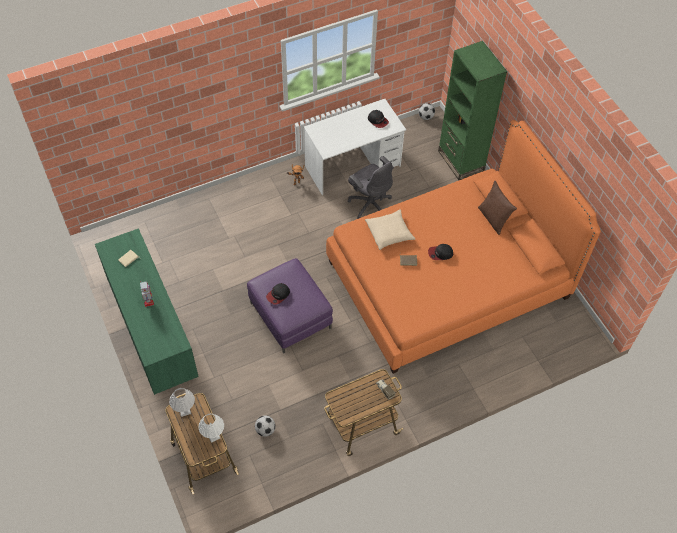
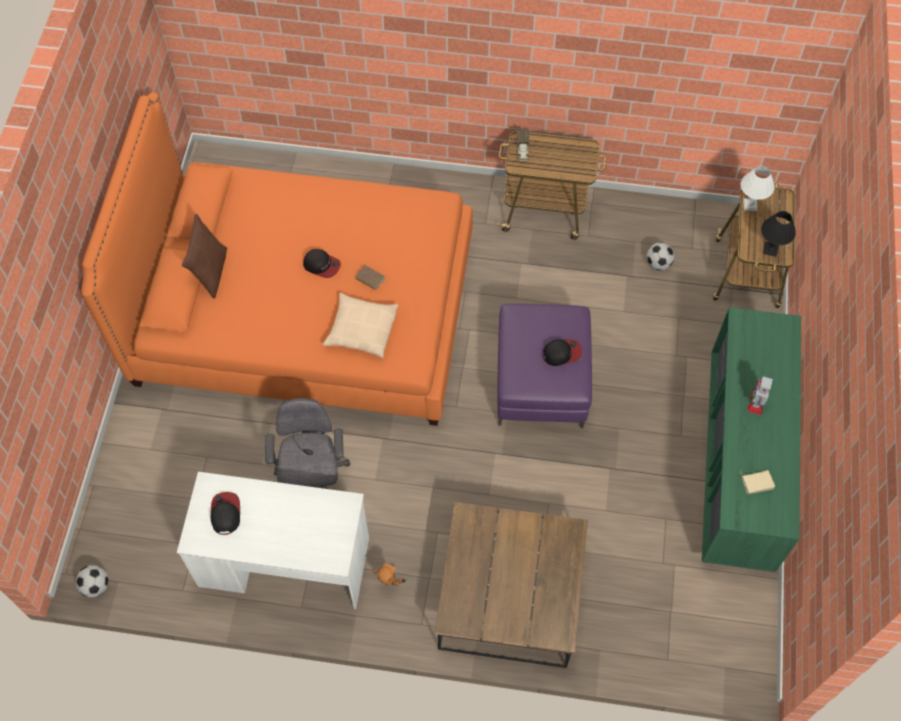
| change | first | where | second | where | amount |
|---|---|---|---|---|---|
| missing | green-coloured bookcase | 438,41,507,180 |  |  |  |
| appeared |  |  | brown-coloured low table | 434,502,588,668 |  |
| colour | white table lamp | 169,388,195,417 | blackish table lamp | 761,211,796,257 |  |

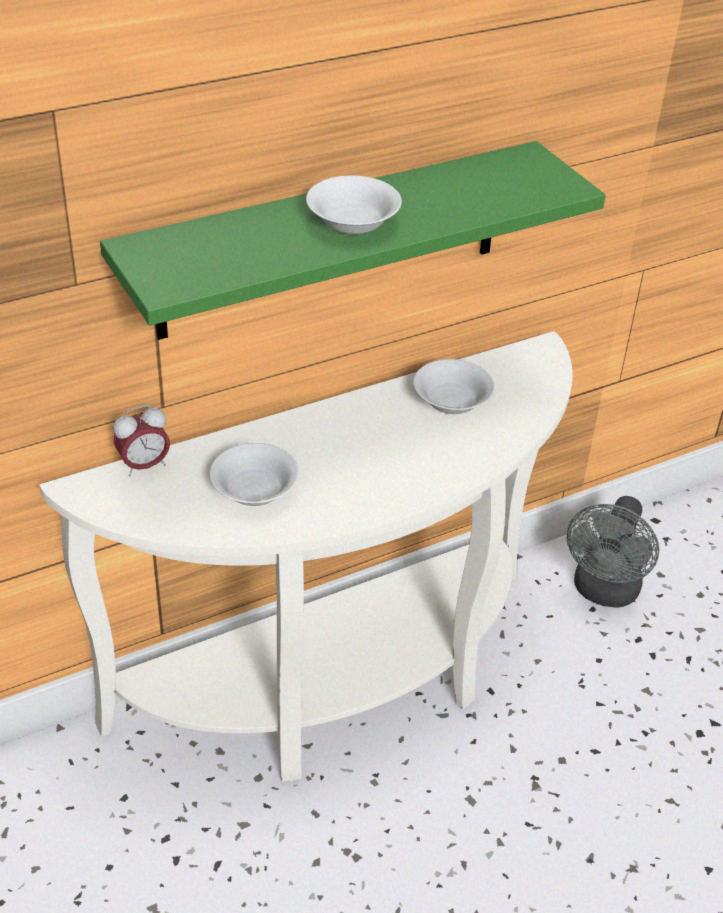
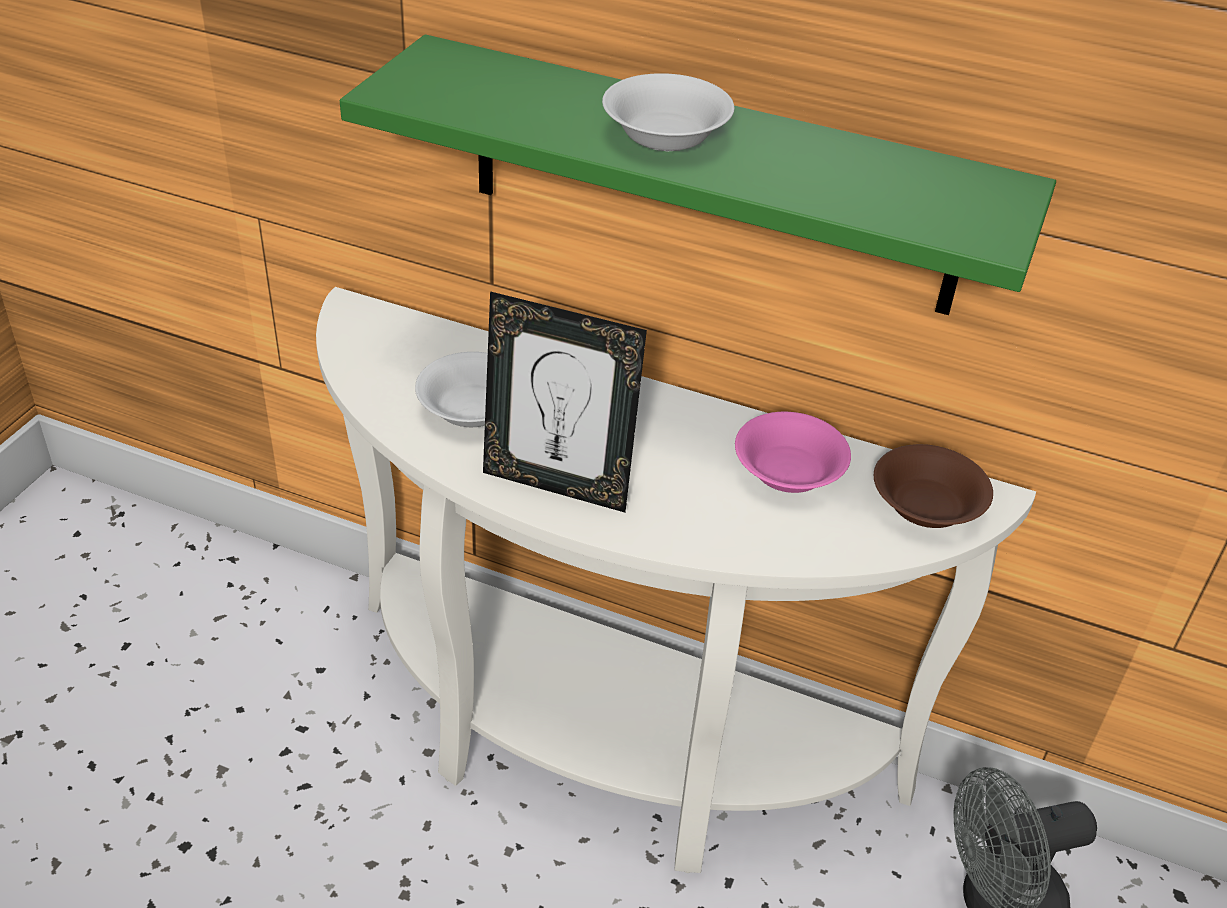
| change | first | where | second | where | amount |
|---|---|---|---|---|---|
| missing | table clock | 113,405,170,477 |  |  |  |
| appeared |  |  | photo frame | 483,291,647,512 |  |
| appeared |  |  | brown-coloured deep dish | 874,444,993,528 |  |
| colour | white deep dish | 413,359,495,414 | pink-coloured deep dish | 735,412,851,493 |  |

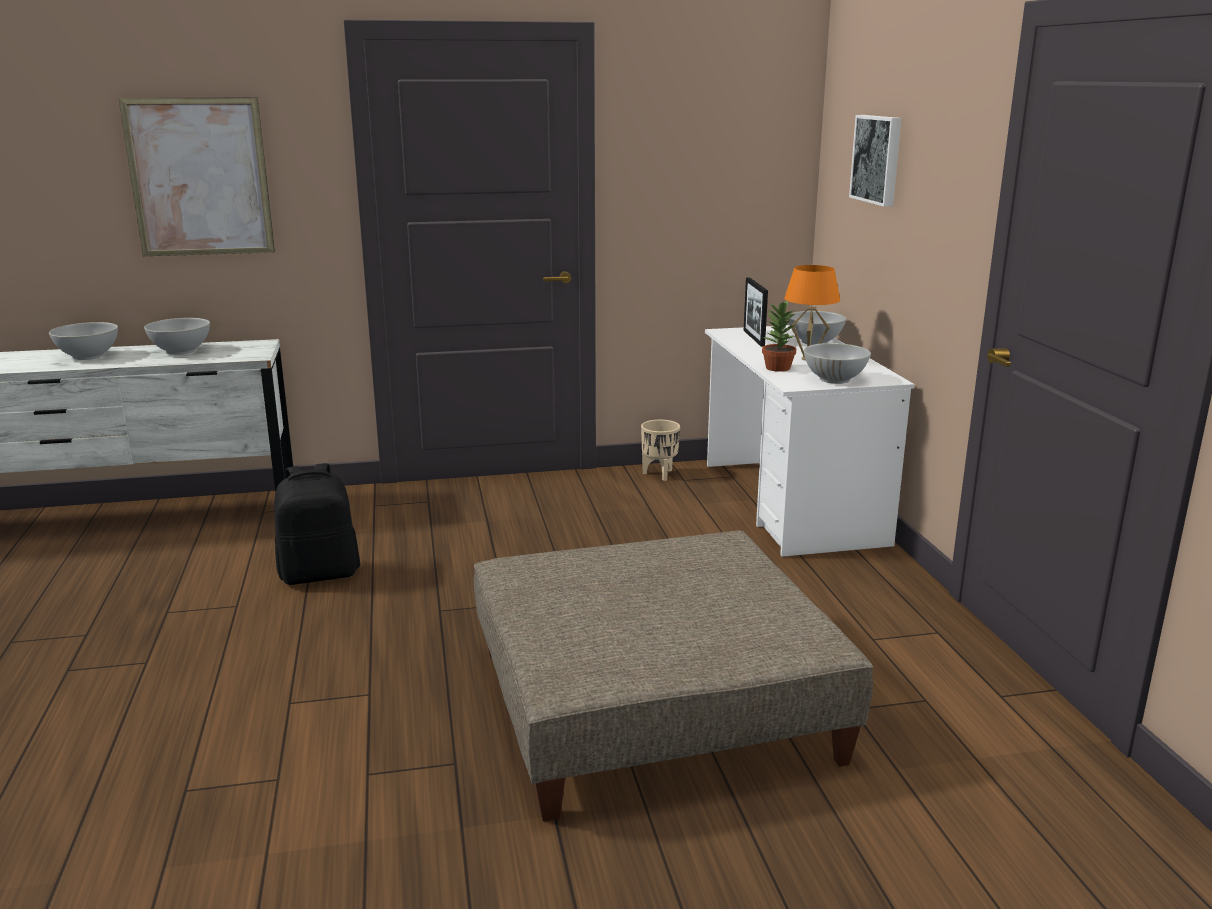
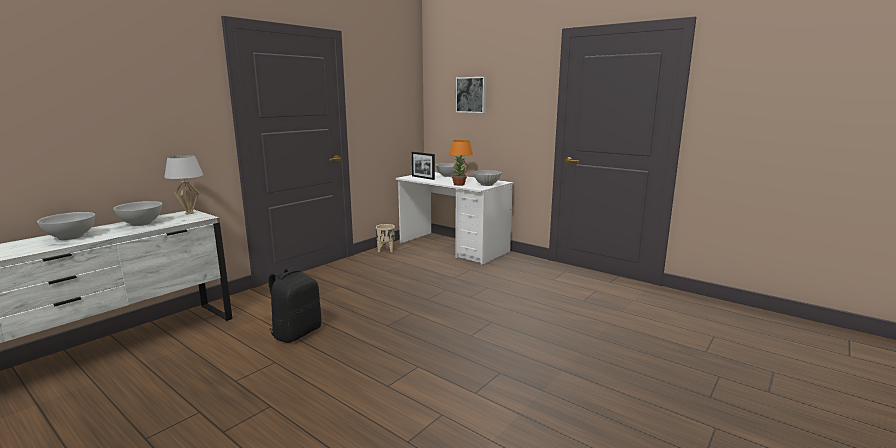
| change | first | where | second | where | amount |
|---|---|---|---|---|---|
| missing | picture | 118,97,275,256 |  |  |  |
| missing | beige-coloured ottoman | 474,530,873,822 |  |  |  |
| appeared |  |  | white table lamp | 164,155,203,214 |  |

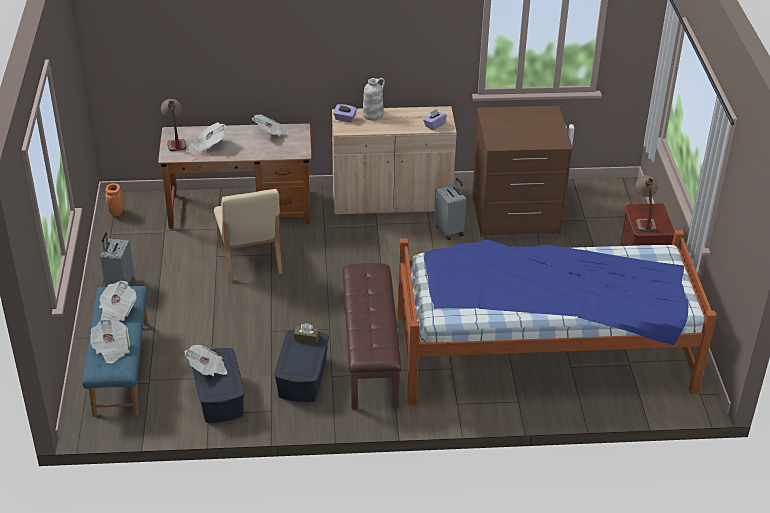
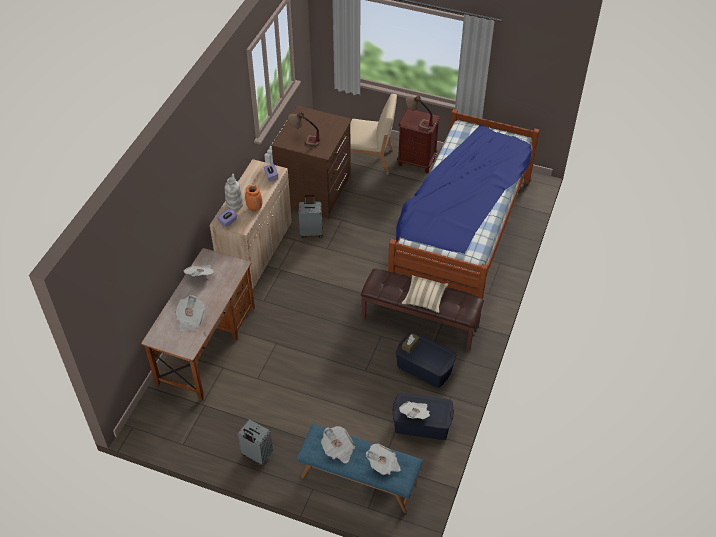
| change | first | where | second | where | amount |
|---|---|---|---|---|---|
| appeared |  |  | beige-coloured pillow | 401,275,448,313 |  |
| relocated | orange-coloured decorative vase | 105,183,124,216 |  | 245,185,262,212 |  |
| relocated | table lamp | 161,99,187,151 |  | 288,112,321,146 |  |
| relocated | beige-coloured upright chair | 214,189,282,283 |  | 350,94,397,174 |  |

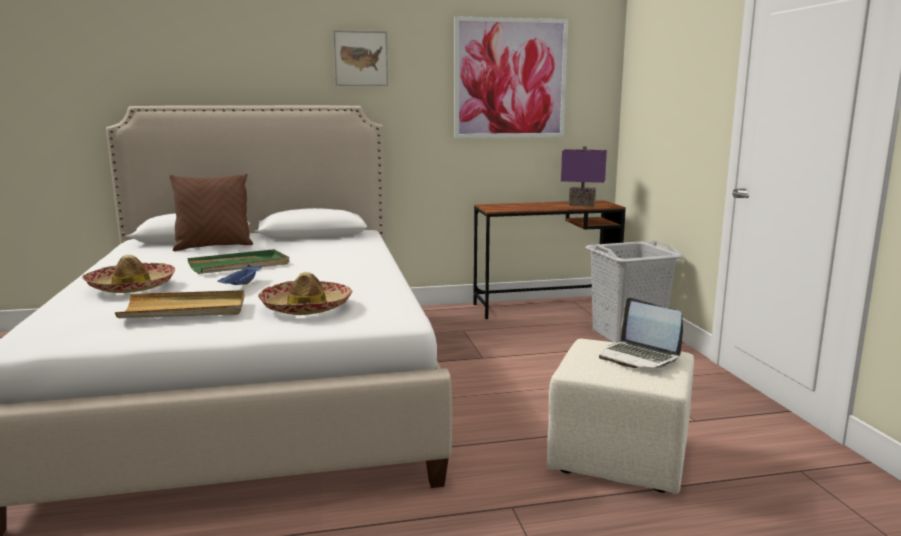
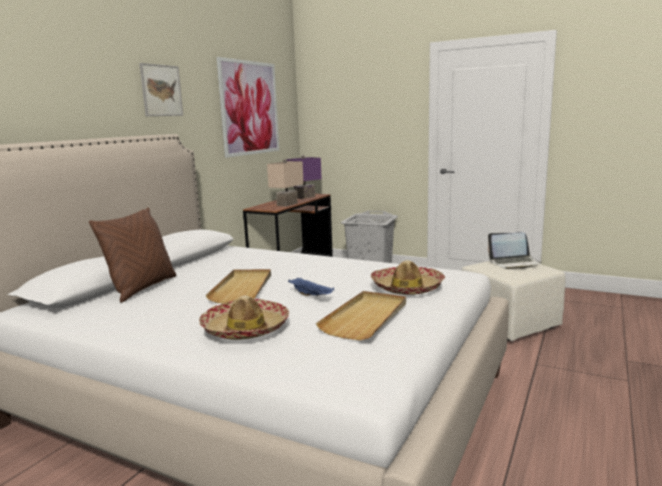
| change | first | where | second | where | amount |
|---|---|---|---|---|---|
| appeared |  |  | beige-coloured table lamp | 267,159,304,207 |  |
| colour | green-coloured tray | 187,249,289,274 | beige-coloured tray | 205,269,271,303 |  |

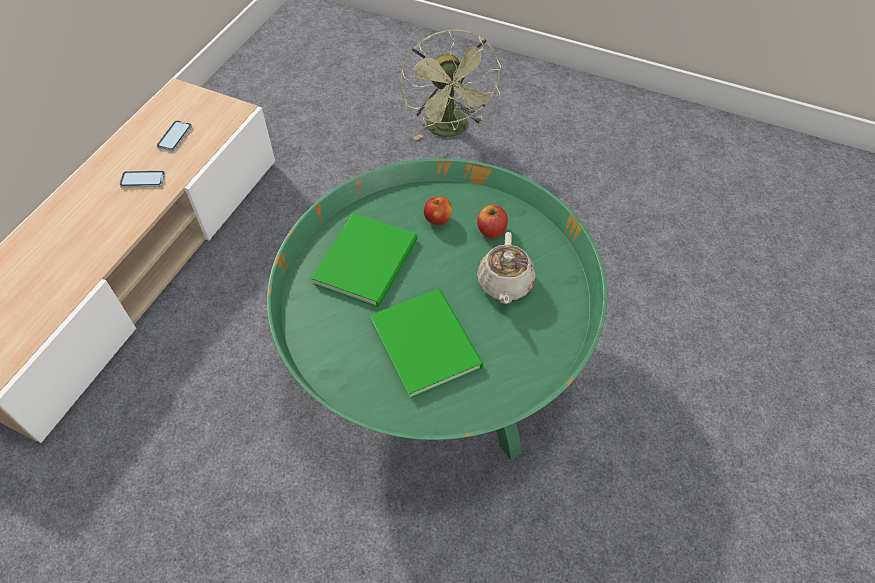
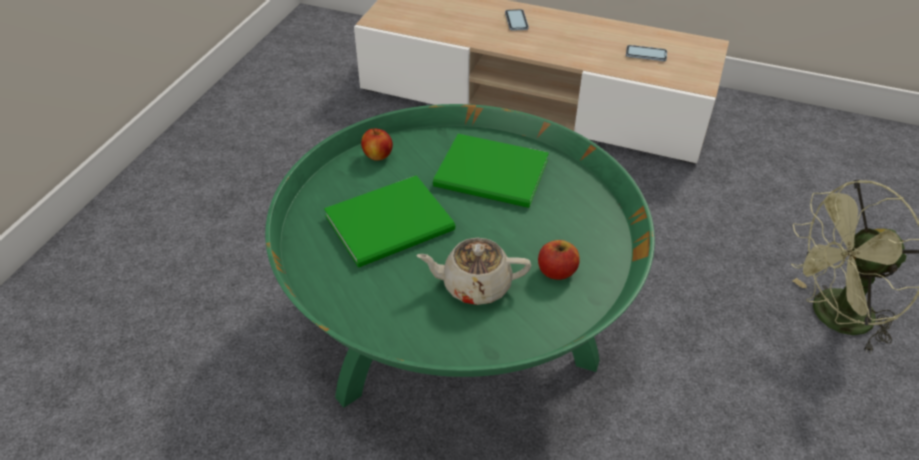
| change | first | where | second | where | amount |
|---|---|---|---|---|---|
| relocated | handset | 119,171,165,188 |  | 505,9,529,31 |  |
| relocated | apple | 424,196,452,225 |  | 361,129,393,161 |  |

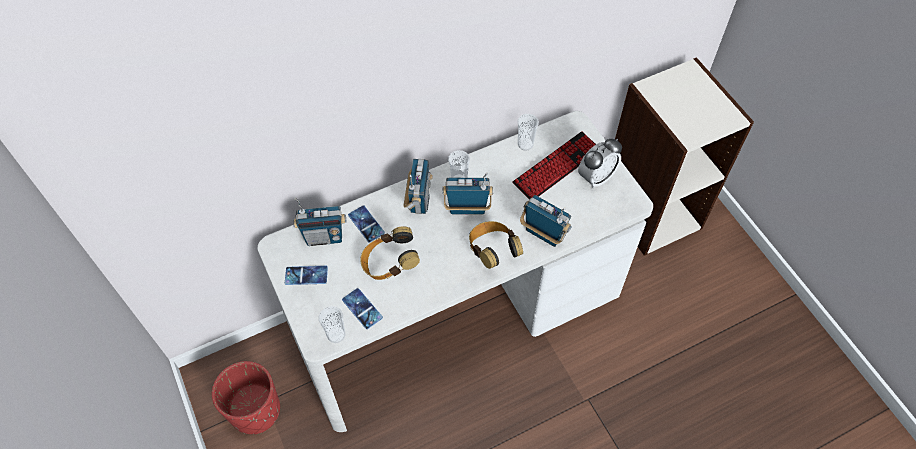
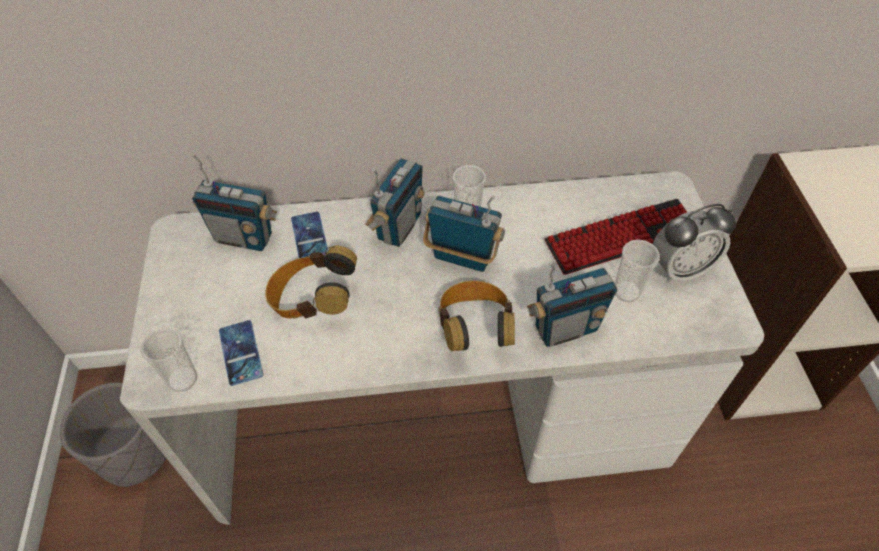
| change | first | where | second | where | amount |
|---|---|---|---|---|---|
| missing | handset | 285,266,328,285 |  |  |  |
| relocated | small cup | 518,114,539,151 |  | 615,239,660,302 |  |
| colour | red plant pot | 212,361,280,434 | greyish plant pot | 60,383,166,487 |  |
| spun | radio | 520,195,572,247 |  | 527,261,617,347 | 105 degrees clockwise |

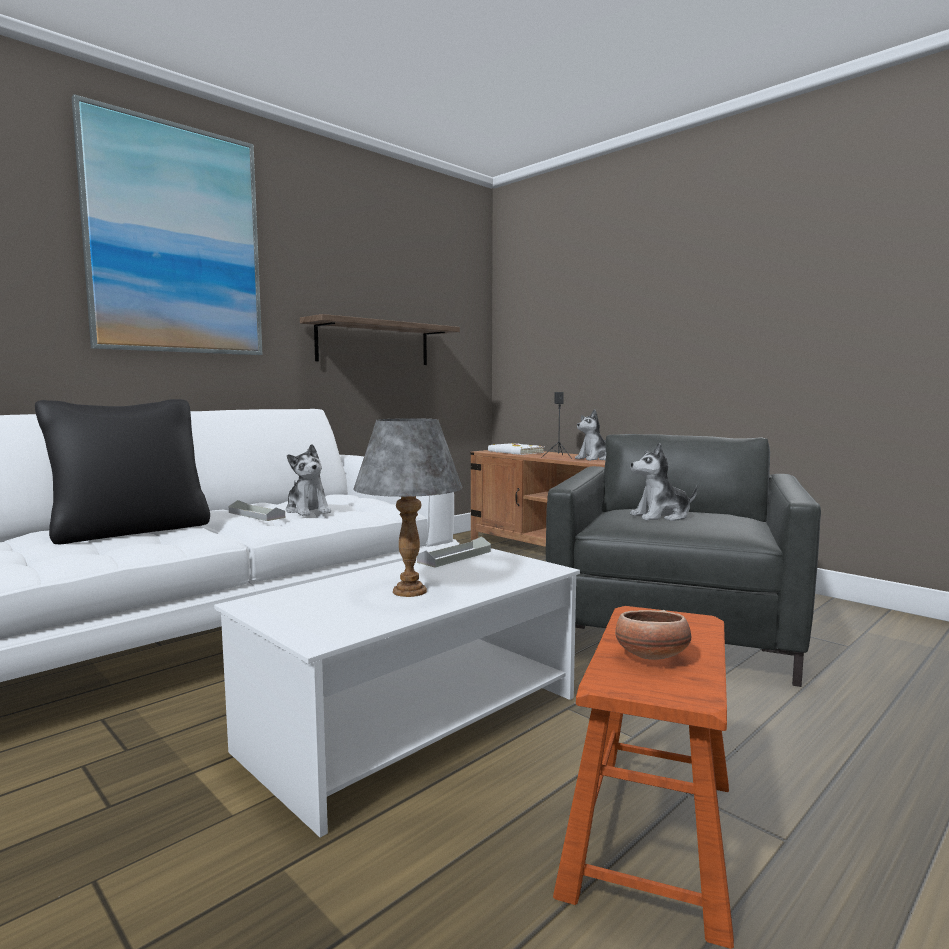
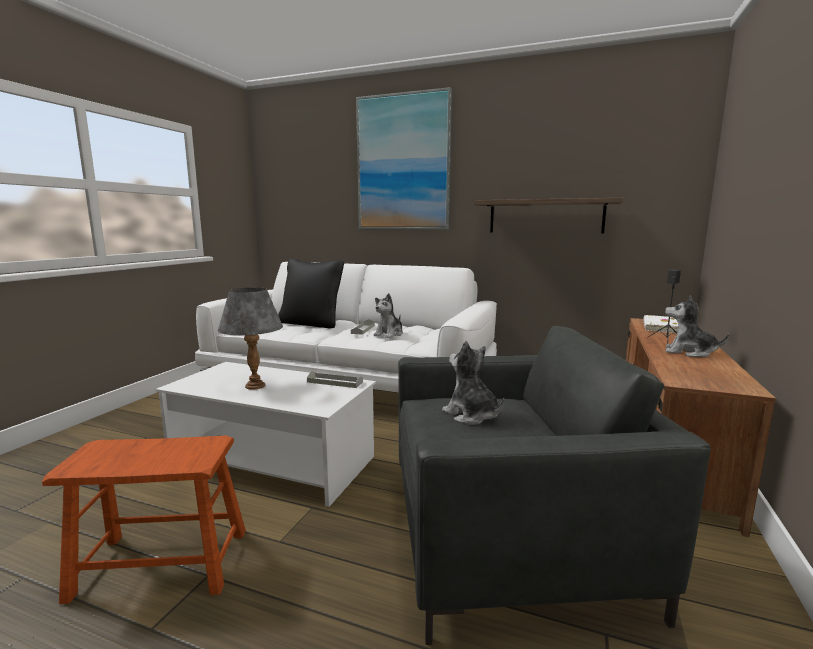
| change | first | where | second | where | amount |
|---|---|---|---|---|---|
| missing | deep dish | 615,610,691,660 |  |  |  |

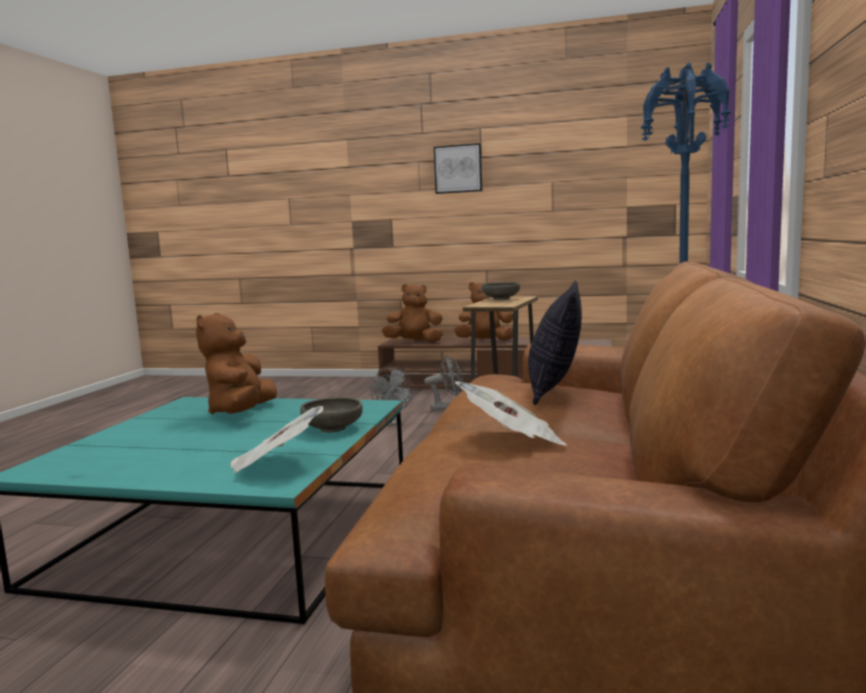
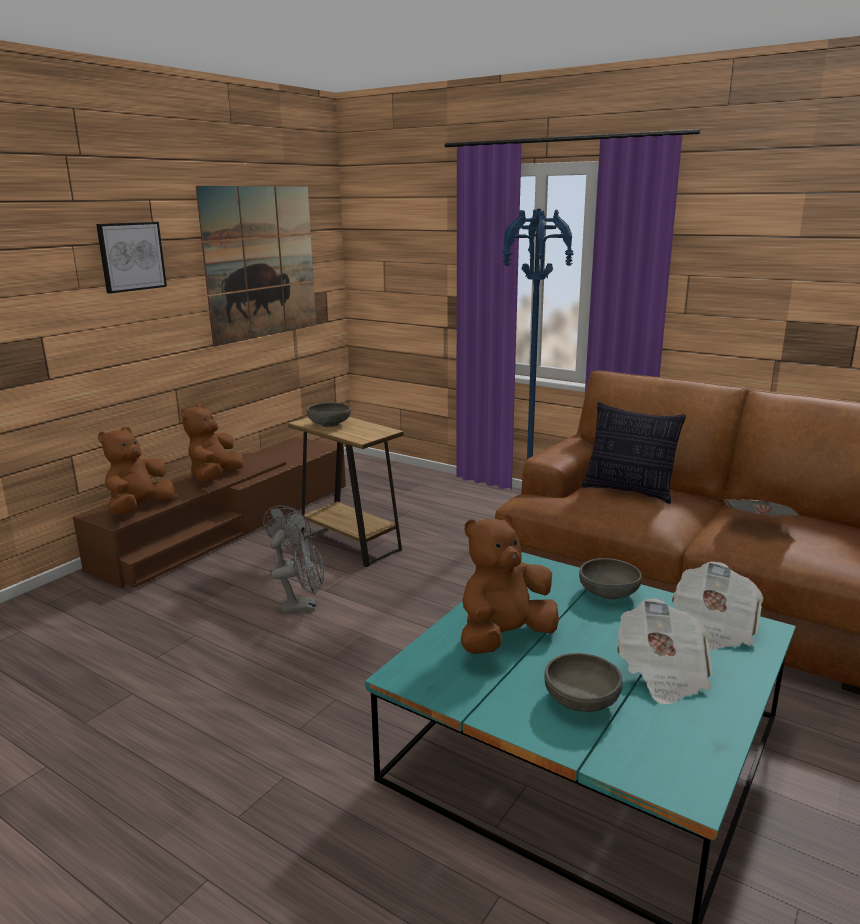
| change | first | where | second | where | amount |
|---|---|---|---|---|---|
| appeared |  |  | picture | 196,186,316,346 |  |
| appeared |  |  | greyish deep dish | 544,653,623,712 |  |
| appeared |  |  | daily paper | 616,599,712,705 |  |
| spun | brown-coloured soft toy | 196,313,277,414 |  | 461,513,559,654 | 120 degrees clockwise |

